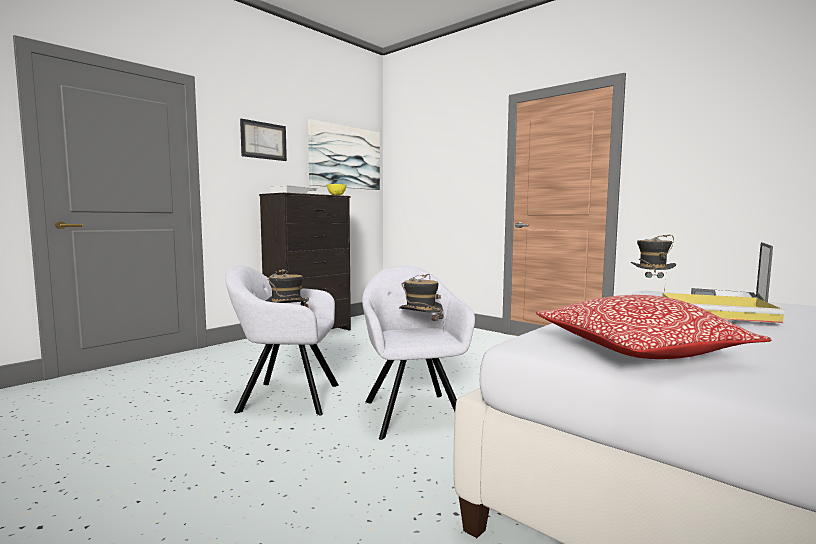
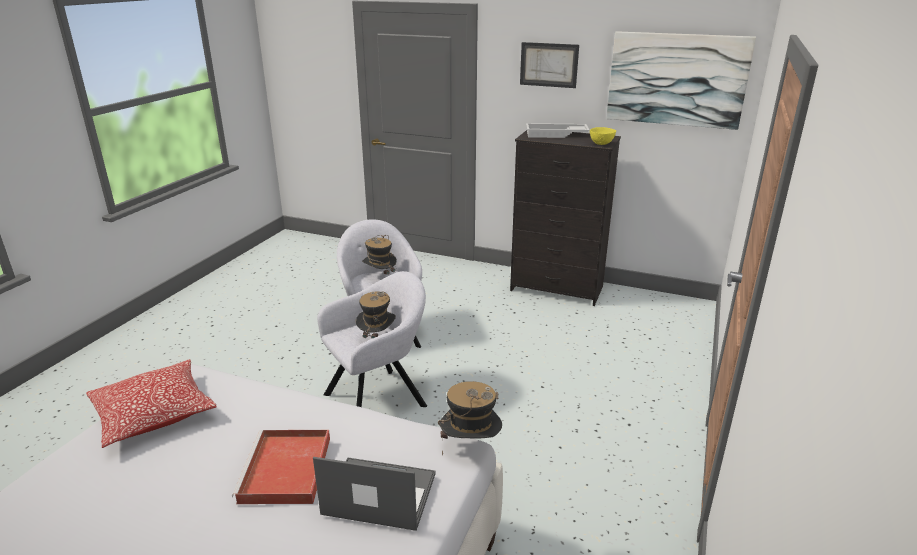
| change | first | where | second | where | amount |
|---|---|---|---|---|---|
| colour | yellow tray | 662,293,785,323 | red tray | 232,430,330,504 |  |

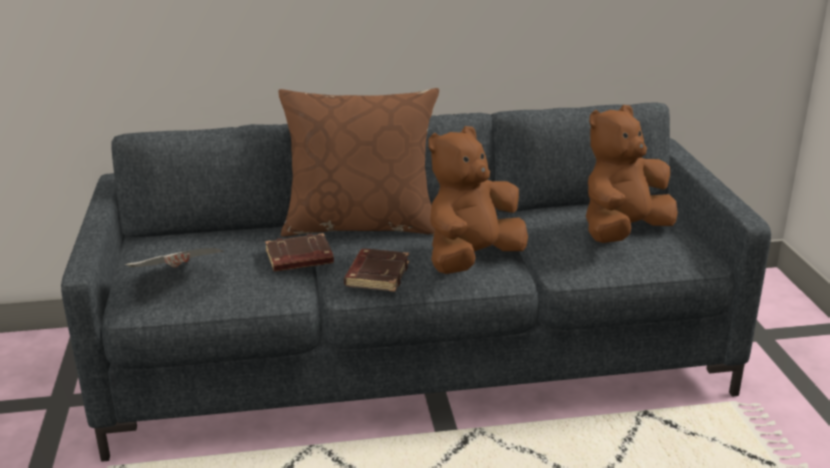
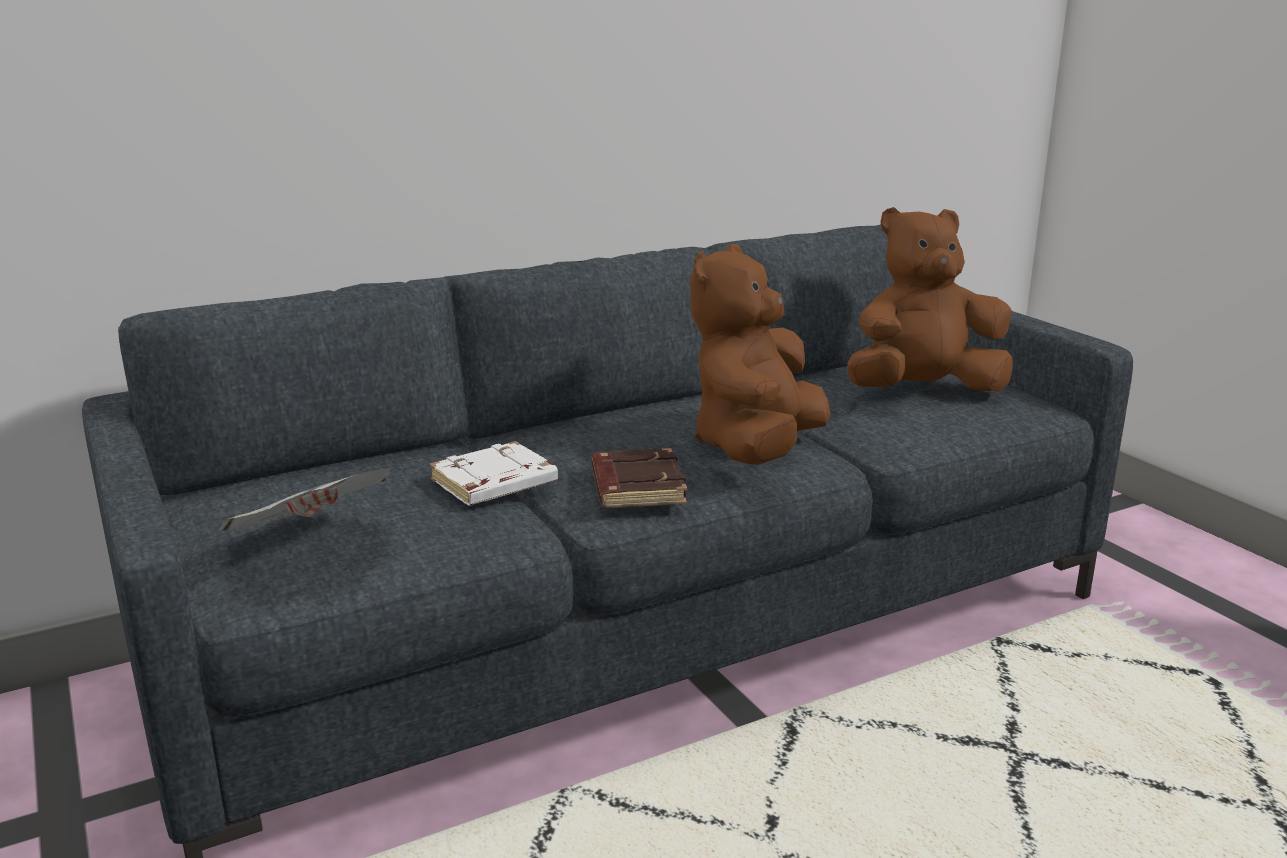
| change | first | where | second | where | amount |
|---|---|---|---|---|---|
| missing | brown-coloured pillow | 278,88,439,237 |  |  |  |
| colour | brown-coloured book | 265,233,334,272 | white book | 429,441,558,506 |  |
| spun | brown-coloured soft toy | 586,105,678,243 |  | 847,207,1013,392 | 45 degrees clockwise |

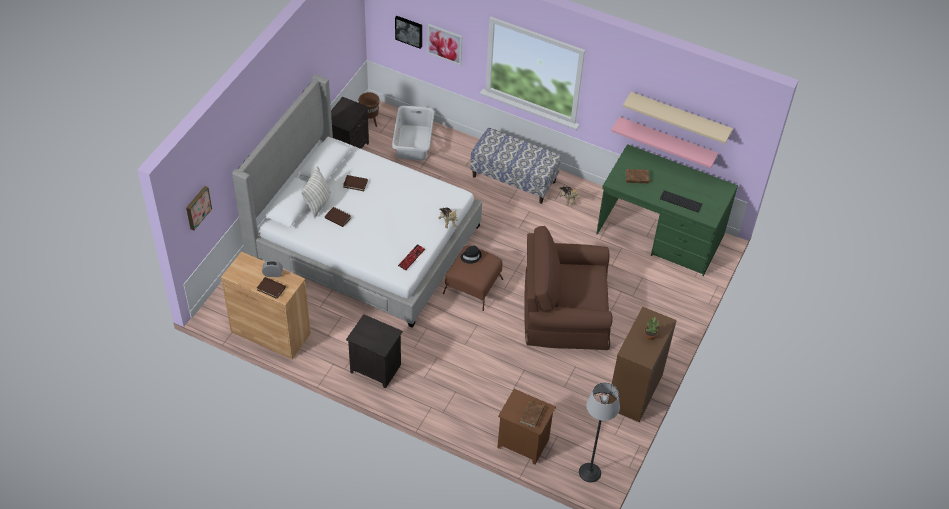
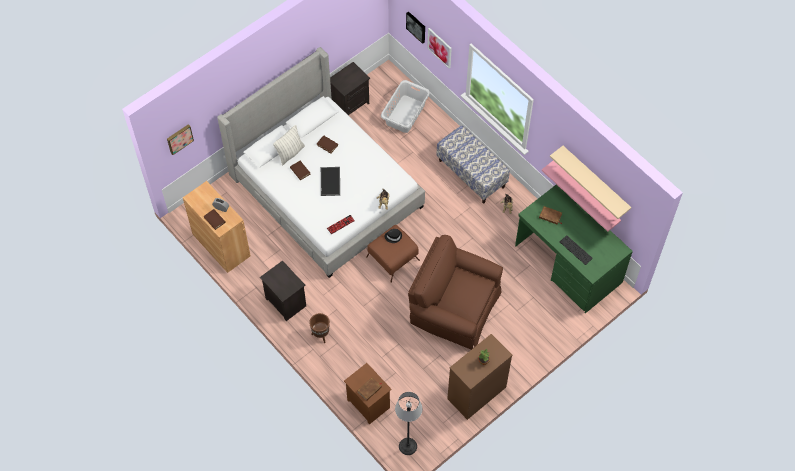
| change | first | where | second | where | amount |
|---|---|---|---|---|---|
| appeared |  |  | tray | 321,167,340,196 |  |
| relocated | brown-coloured plant pot | 358,92,379,127 |  | 309,313,330,343 |  |

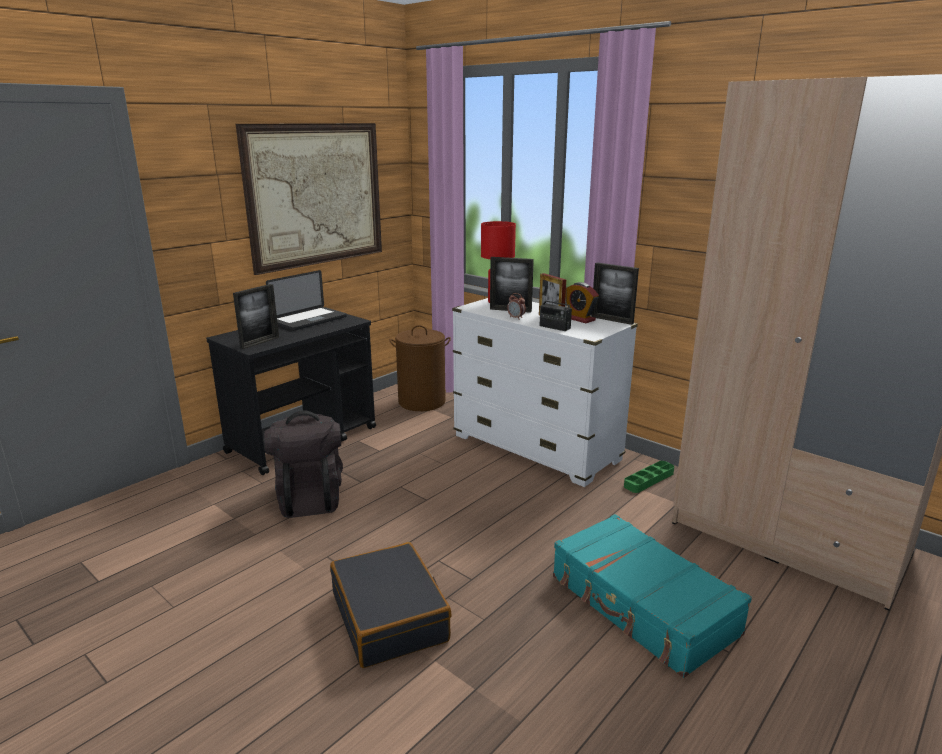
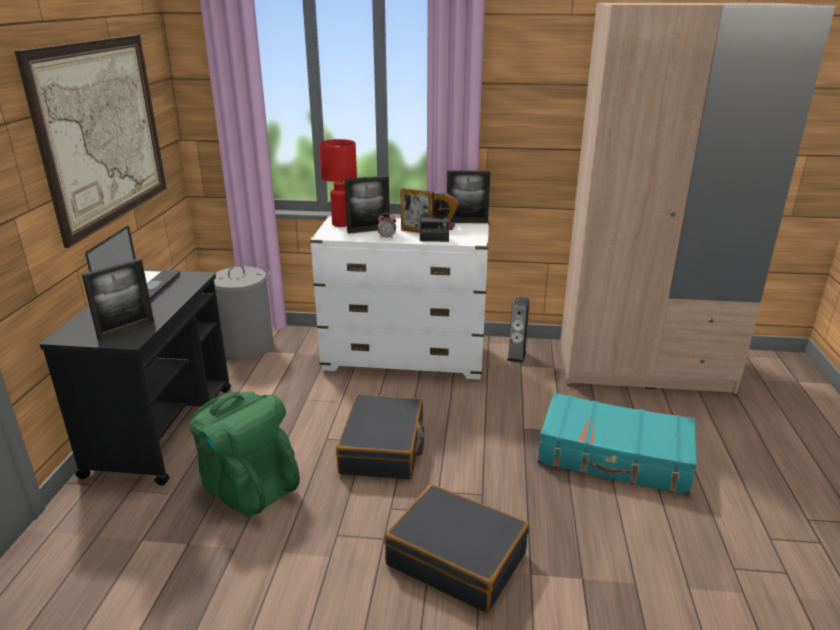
| change | first | where | second | where | amount |
|---|---|---|---|---|---|
| appeared |  |  | blackish travel case | 336,394,424,480 |  |
| exchanged | green-coloured tray | 624,461,674,493 | audio speaker | 507,297,530,363 |  |
| colour | blackish backpack | 264,410,343,518 | green-coloured backpack | 189,391,300,517 |  |
| colour | brown-coloured hamper | 390,325,451,411 | greyish hamper | 214,264,274,359 |  |
| spun | photo frame | 233,284,279,349 |  | 82,258,155,341 | 45 degrees clockwise |

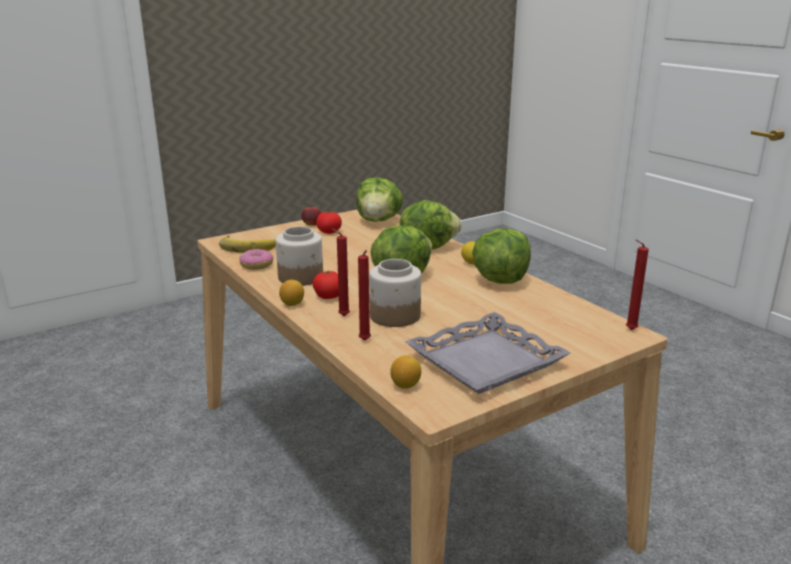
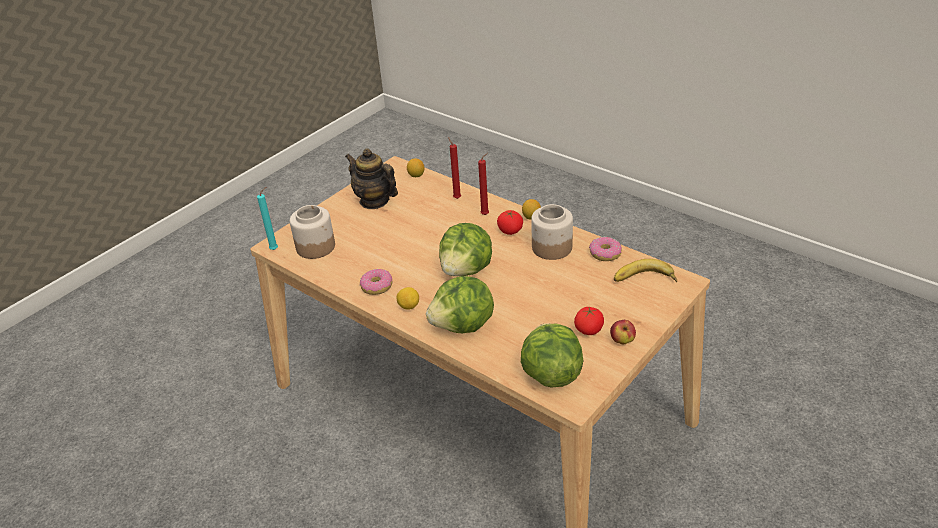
| change | first | where | second | where | amount |
|---|---|---|---|---|---|
| relocated | storage jar | 369,259,421,327 |  | 290,205,335,259 |  |
| exchanged | greyish tray | 406,312,570,394 | tea pot | 345,149,398,209 |  |
| exchanged | lettuce head | 472,228,531,284 | donut | 360,269,392,295 |  |
| colour | red candle | 626,240,649,330 | turquoise-coloured candle | 257,187,278,250 |  |

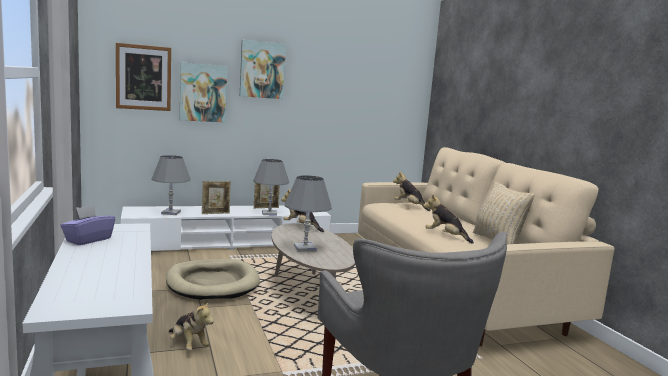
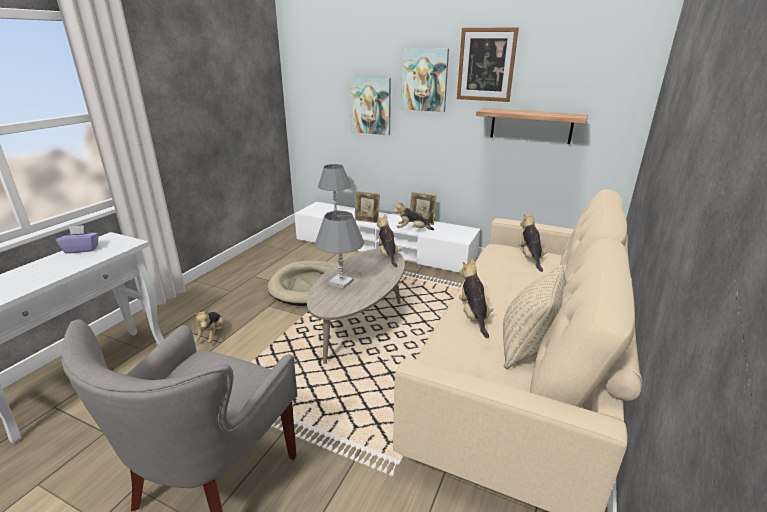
| change | first | where | second | where | amount |
|---|---|---|---|---|---|
| appeared |  |  | bracket shelf | 476,108,588,144 |  |
| relocated | picture | 116,43,171,111 |  | 457,27,519,102 |  |
| exchanged | greyish table lamp | 253,159,289,216 | soft toy | 393,201,434,230 |  |

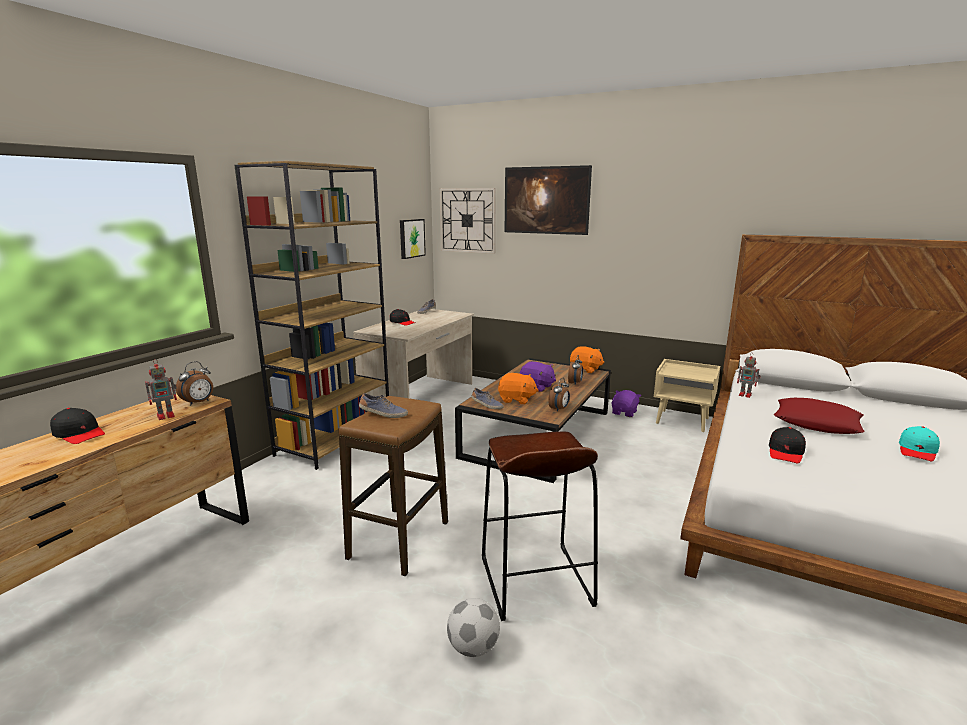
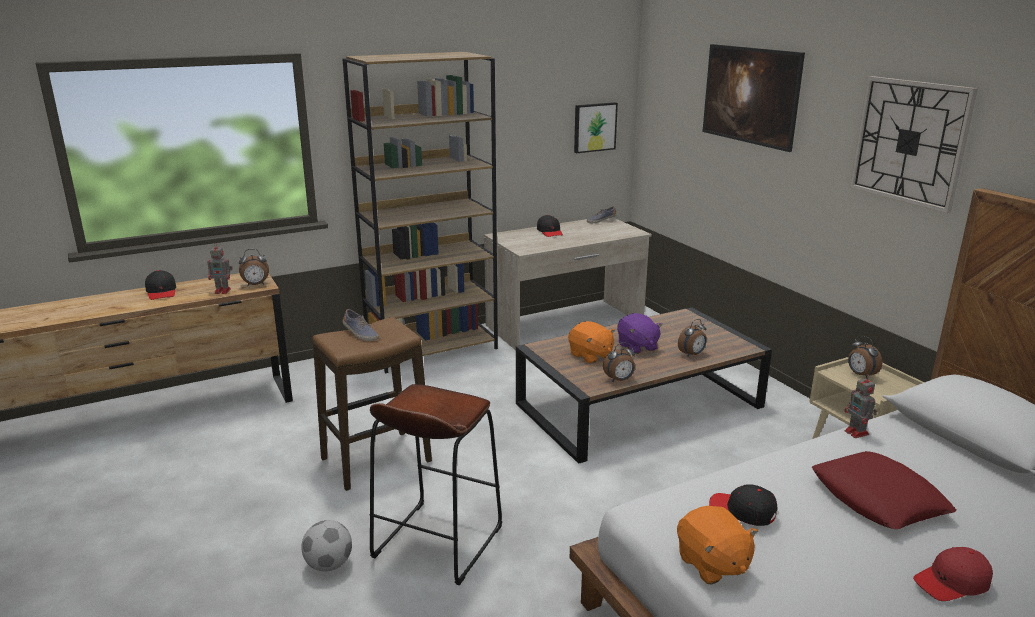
| change | first | where | second | where | amount |
|---|---|---|---|---|---|
| missing | shoe | 471,388,504,409 |  |  |  |
| missing | purplish soft toy | 612,390,641,417 |  |  |  |
| appeared |  |  | table clock | 848,336,883,378 |  |
| relocated | hanging clock | 439,188,496,254 |  | 850,76,978,213 |  |
| relocated | orange-coloured soft toy | 570,346,605,373 |  | 677,506,758,584 |  |
| colour | turquoise-coloured cap | 899,426,940,462 | red cap | 913,547,993,601 |  |
| spun | blackish cap | 769,427,806,464 |  | 709,484,778,526 | 60 degrees clockwise |

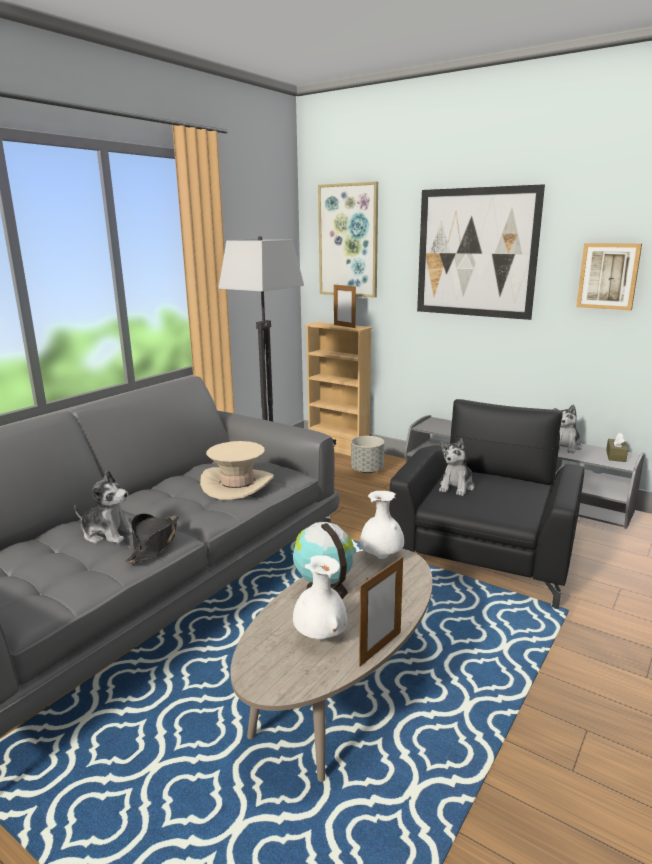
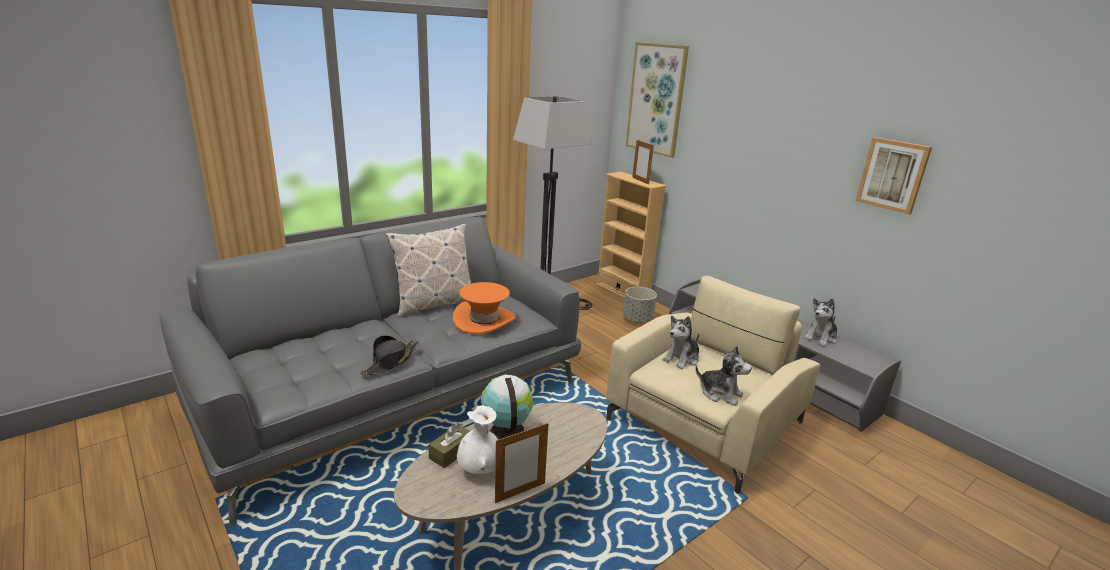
| change | first | where | second | where | amount |
|---|---|---|---|---|---|
| missing | white decorative vase | 360,491,404,559 |  |  |  |
| missing | picture | 417,184,545,320 |  |  |  |
| appeared |  |  | pillow | 386,224,471,318 |  |
| relocated | soft toy | 74,470,132,544 |  | 695,346,752,406 |  |
| relocated | brown-coloured box of tissues | 606,433,628,462 |  | 428,423,470,468 |  |
| colour | beige-coloured hat | 200,441,274,500 | orange-coloured hat | 453,282,516,334 |  |
| colour | blackish armchair | 389,399,584,609 | beige-coloured armchair | 606,276,820,494 |  |

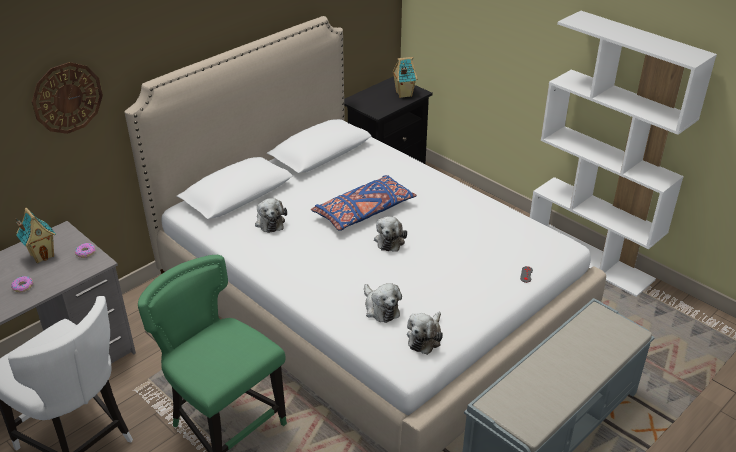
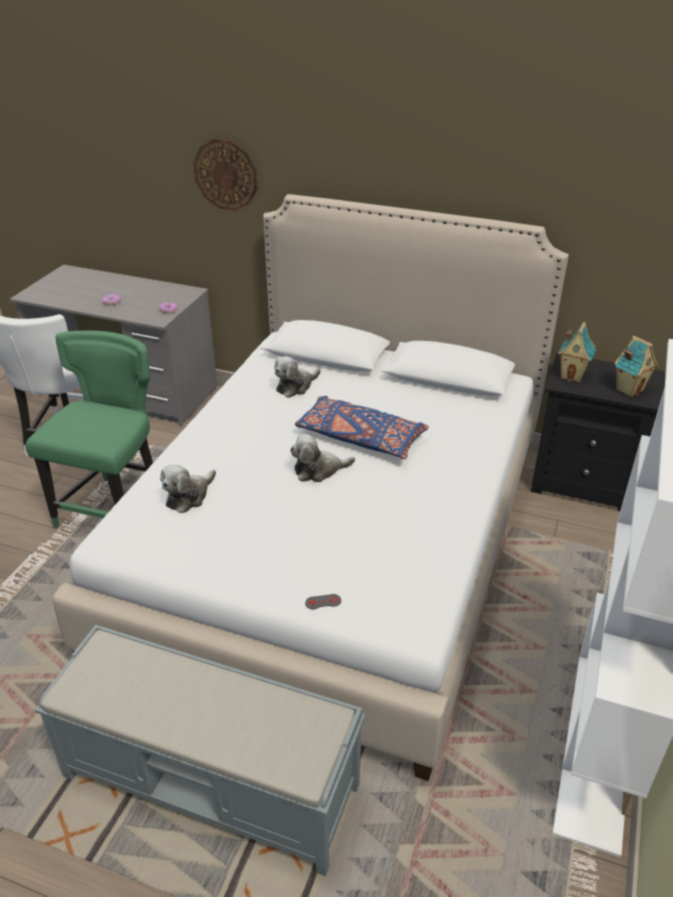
| change | first | where | second | where | amount |
|---|---|---|---|---|---|
| missing | soft toy | 407,312,443,355 |  |  |  |
| relocated | miniature house | 16,208,56,263 |  | 558,322,596,382 |  |

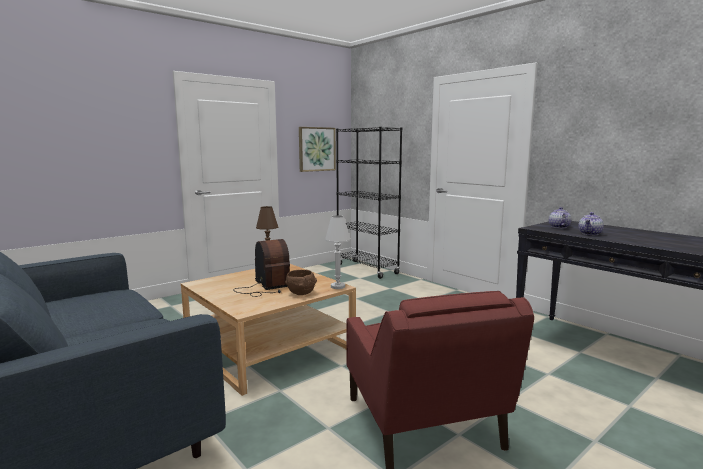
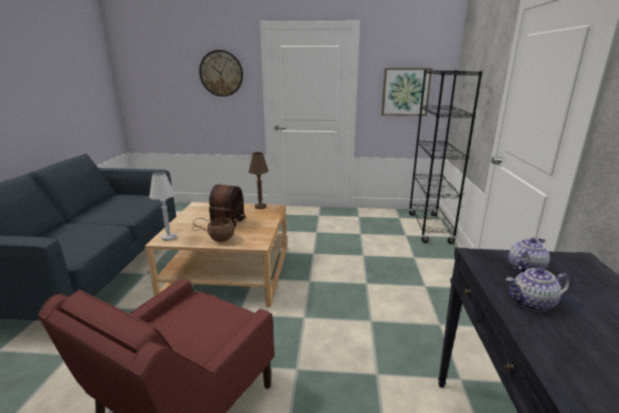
| change | first | where | second | where | amount |
|---|---|---|---|---|---|
| appeared |  |  | hanging clock | 199,50,243,97 |  |
| relocated | white table lamp | 325,215,350,289 |  | 149,172,176,241 |  |

